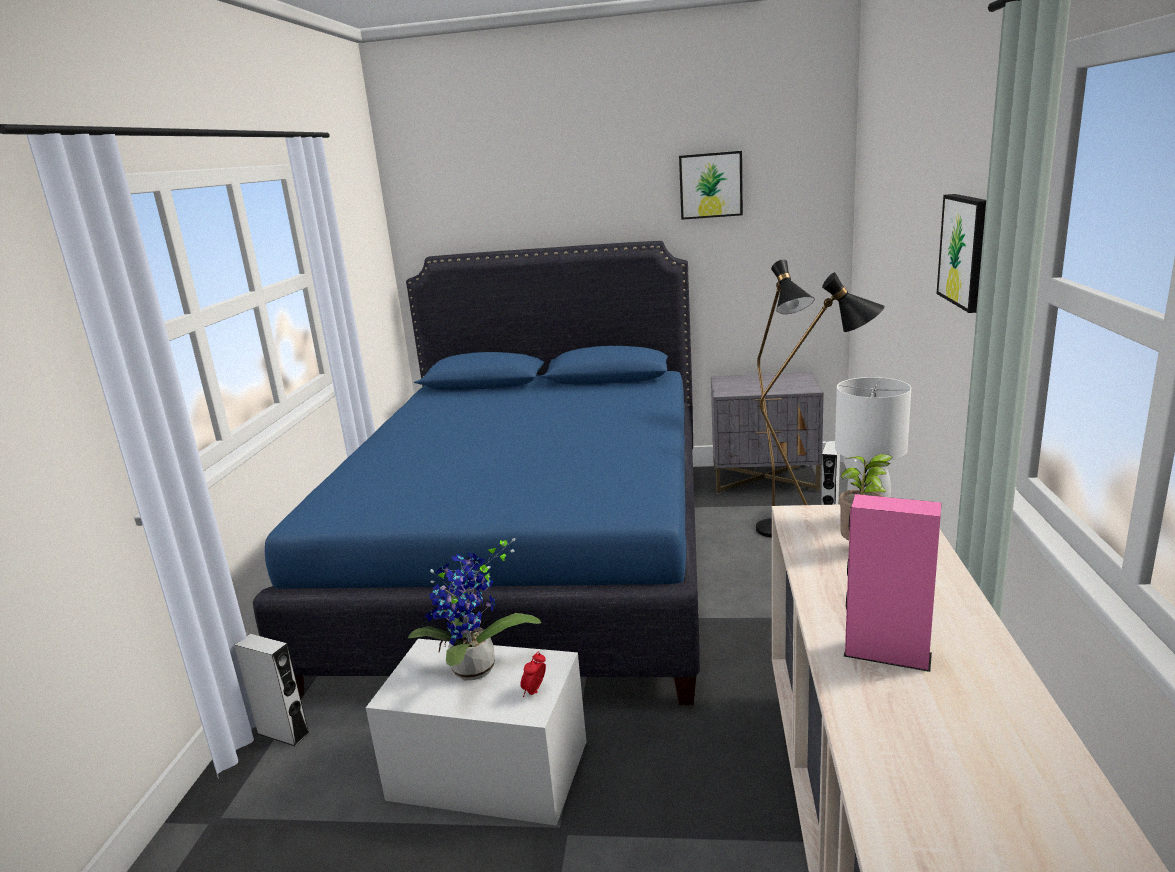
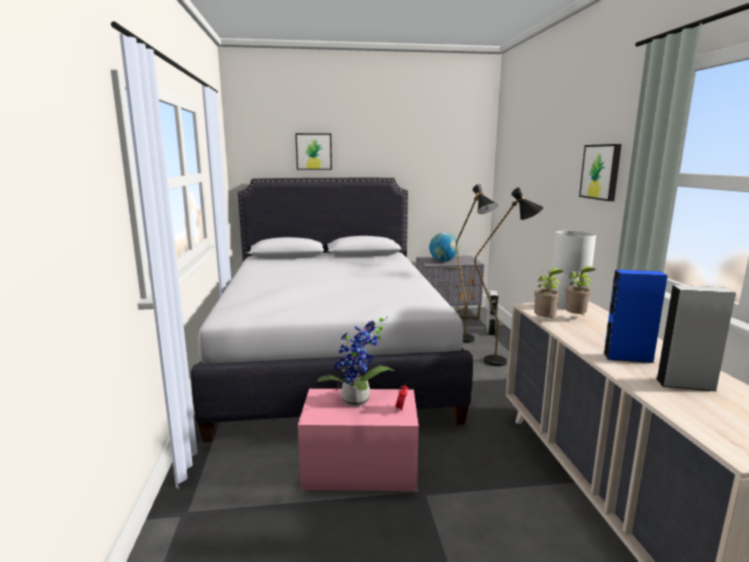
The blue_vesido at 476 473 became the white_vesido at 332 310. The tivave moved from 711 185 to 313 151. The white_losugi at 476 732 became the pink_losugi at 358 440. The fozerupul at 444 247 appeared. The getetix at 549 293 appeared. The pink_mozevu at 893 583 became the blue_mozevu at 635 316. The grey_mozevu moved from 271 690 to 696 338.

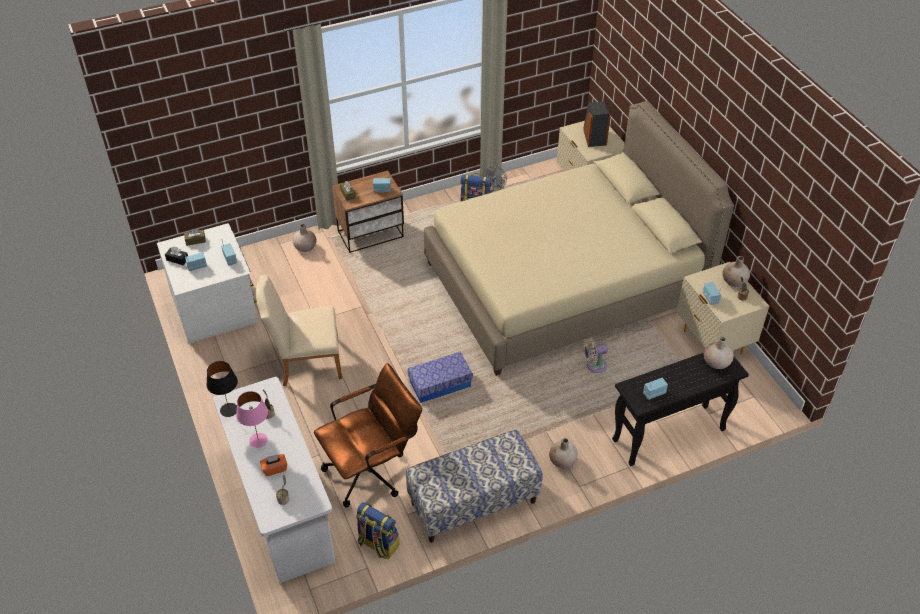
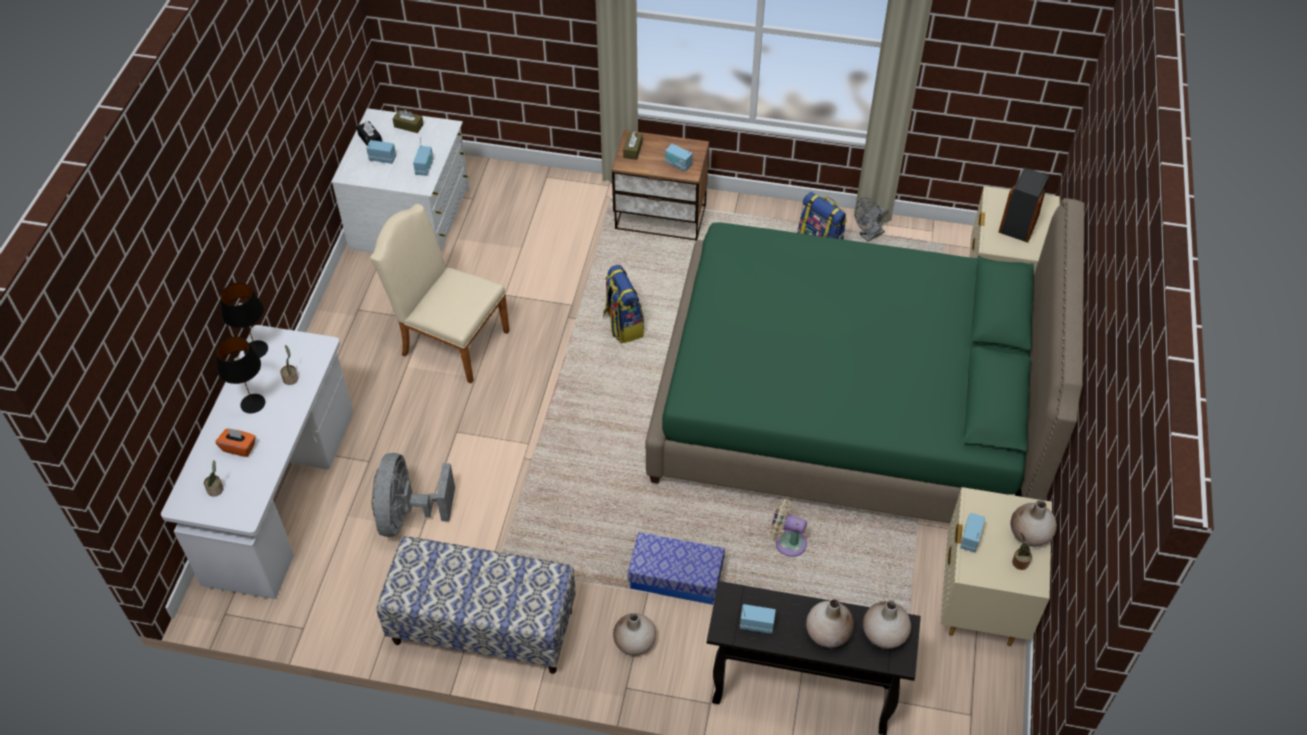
The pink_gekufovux at 252 419 became the black_gekufovux at 240 375. The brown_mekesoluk at 368 435 was replaced by the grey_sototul at 413 495. The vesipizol moved from 377 530 to 623 304. The losugi moved from 440 377 to 676 568. The beige_vesido at 579 238 became the green_vesido at 865 360. The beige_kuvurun moved from 305 238 to 830 623.

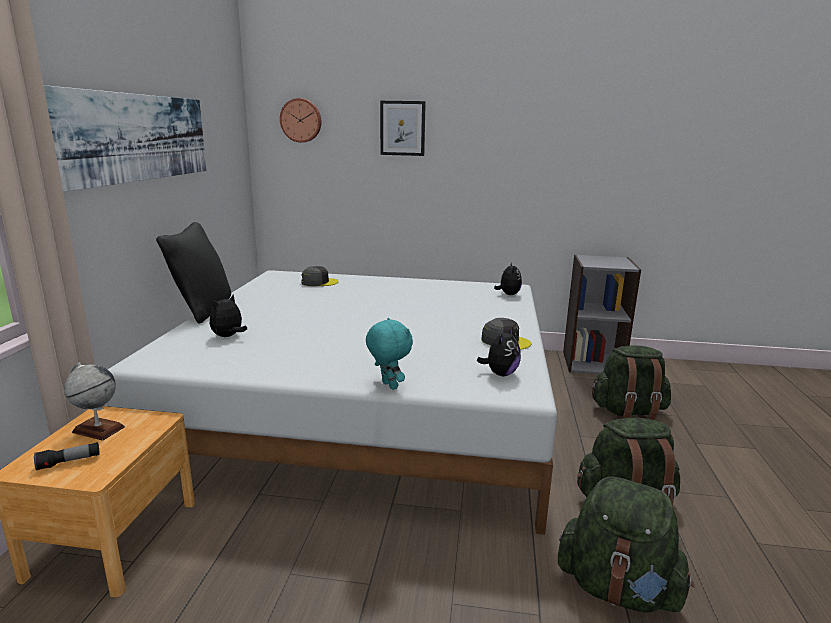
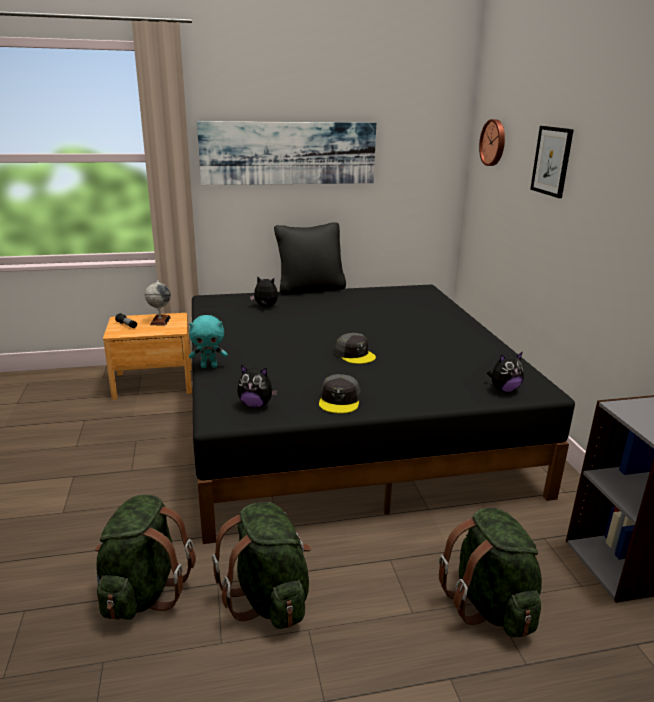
The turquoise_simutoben at 389 354 turned 45 degrees clockwise. The white_vesido at 332 402 became the black_vesido at 383 414. The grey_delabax moved from 320 276 to 355 348.

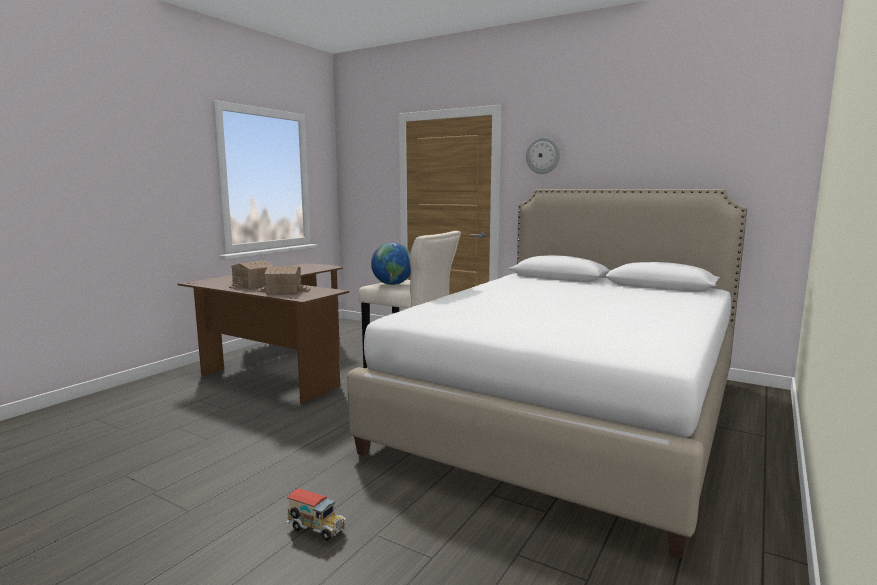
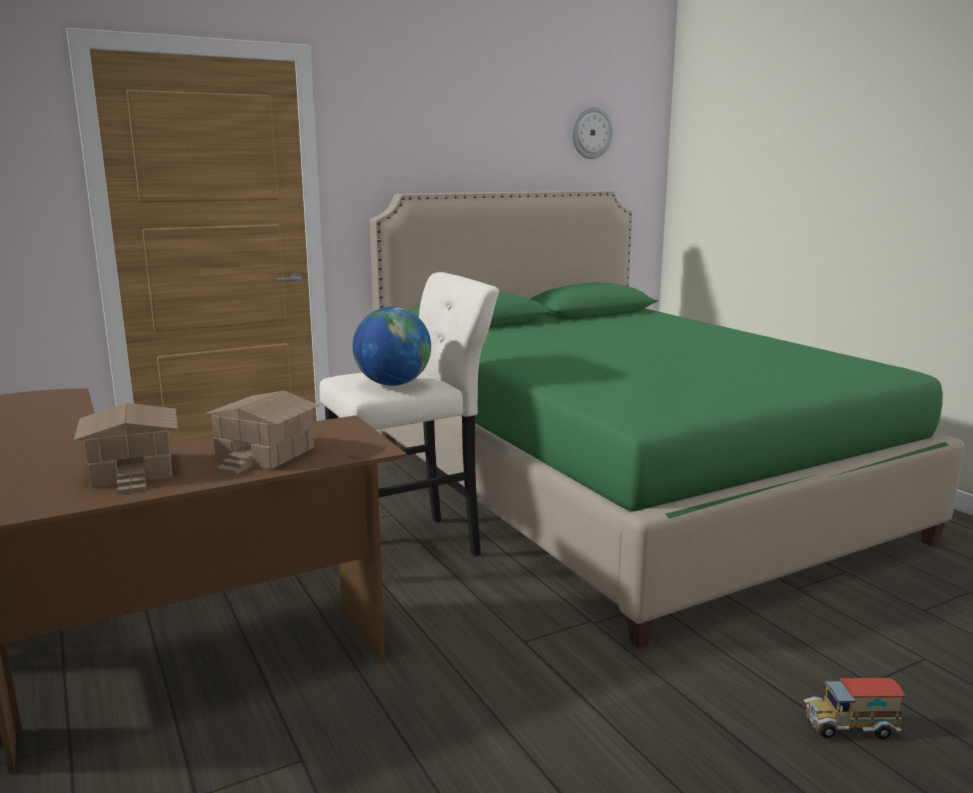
The white_vesido at 547 374 became the green_vesido at 666 419. The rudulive moved from 543 155 to 592 133. The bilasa at 316 514 turned 150 degrees counterclockwise.

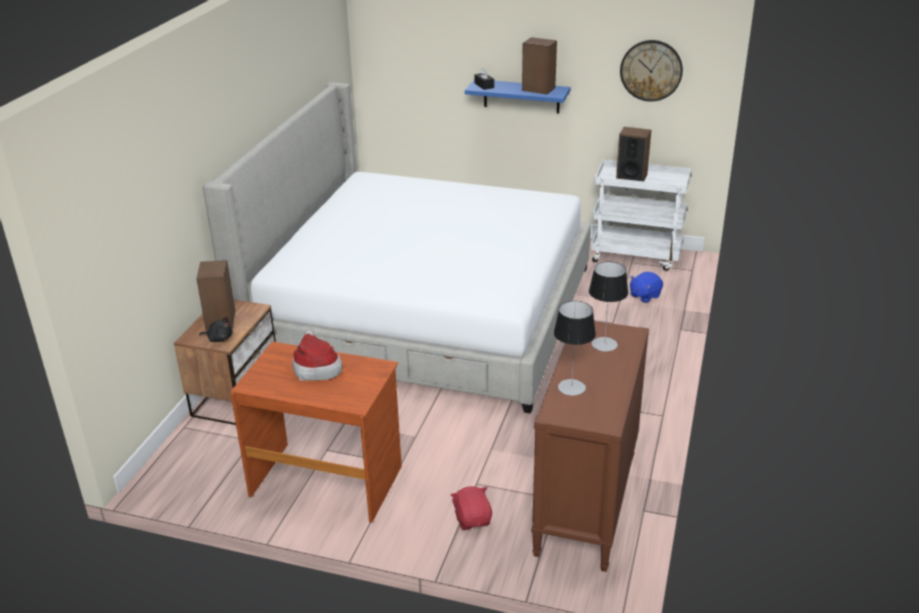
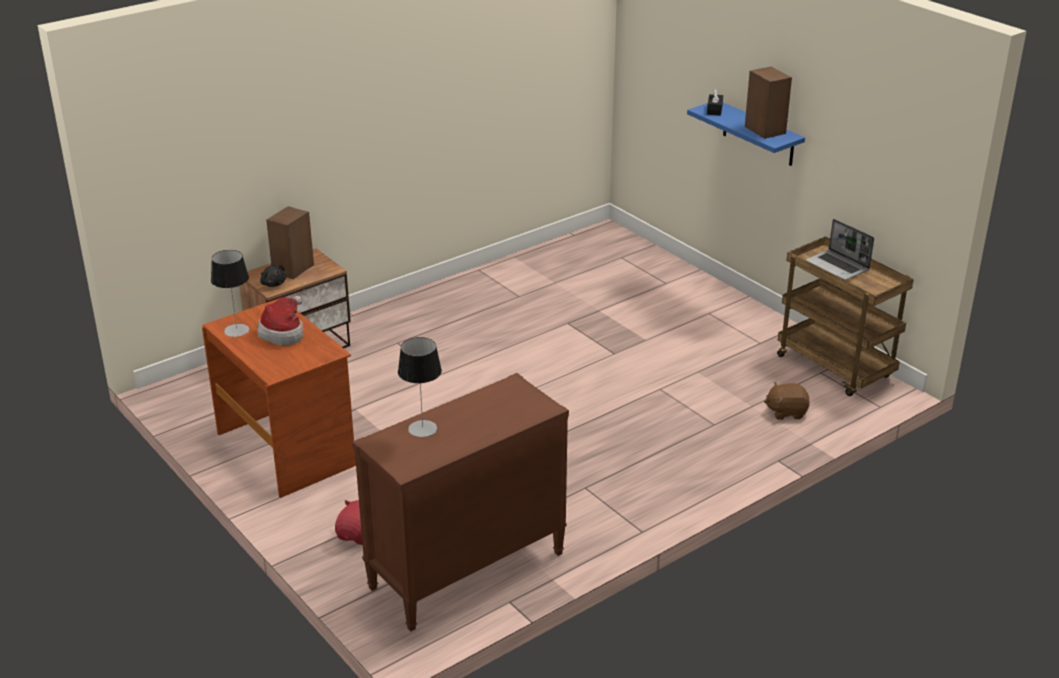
The gekufovux moved from 608 307 to 230 293. The blue_simutoben at 646 287 became the brown_simutoben at 787 401. The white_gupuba at 641 215 became the brown_gupuba at 845 316. The mozevu at 633 154 was replaced by the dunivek at 840 249. The vesido at 397 248 disappeared. The rudulive at 651 71 disappeared.

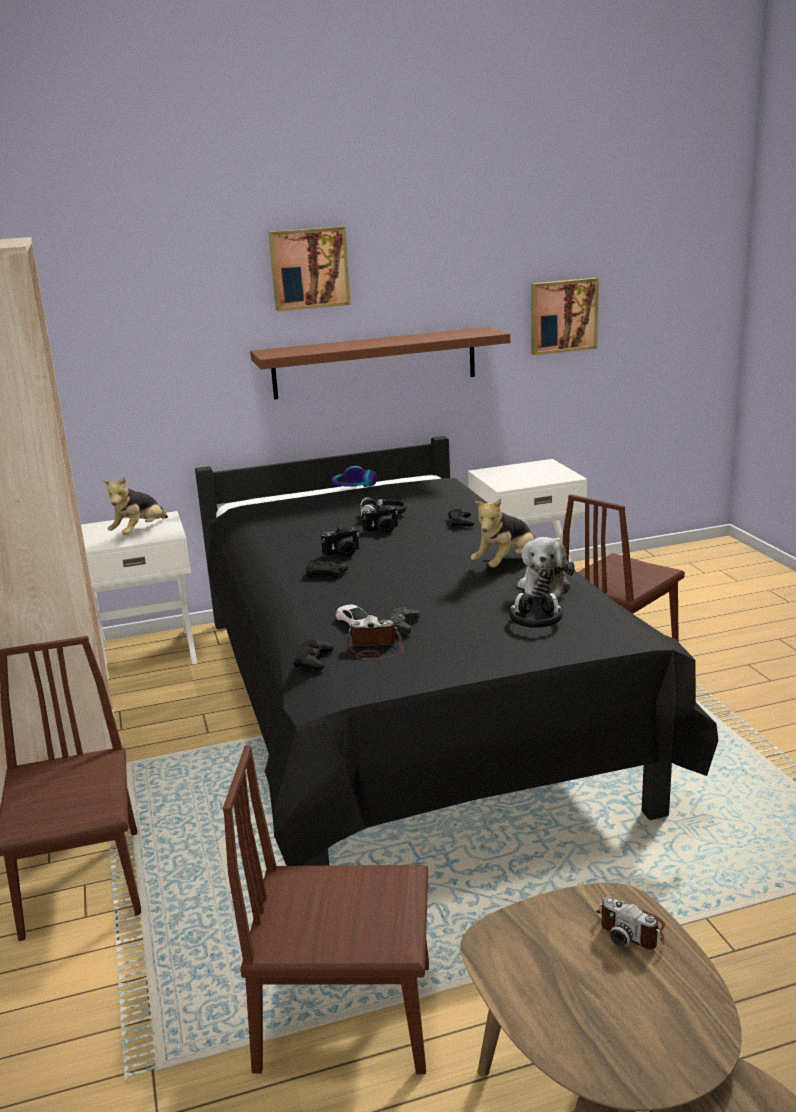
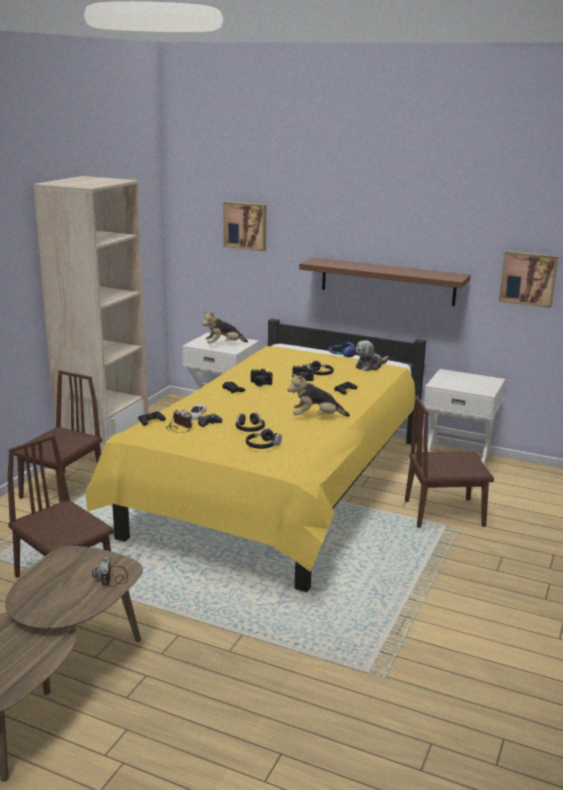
The black_vesido at 456 651 became the yellow_vesido at 255 455. The tivave moved from 309 269 to 244 226. The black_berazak at 250 422 appeared. The simutoben moved from 546 567 to 372 355.

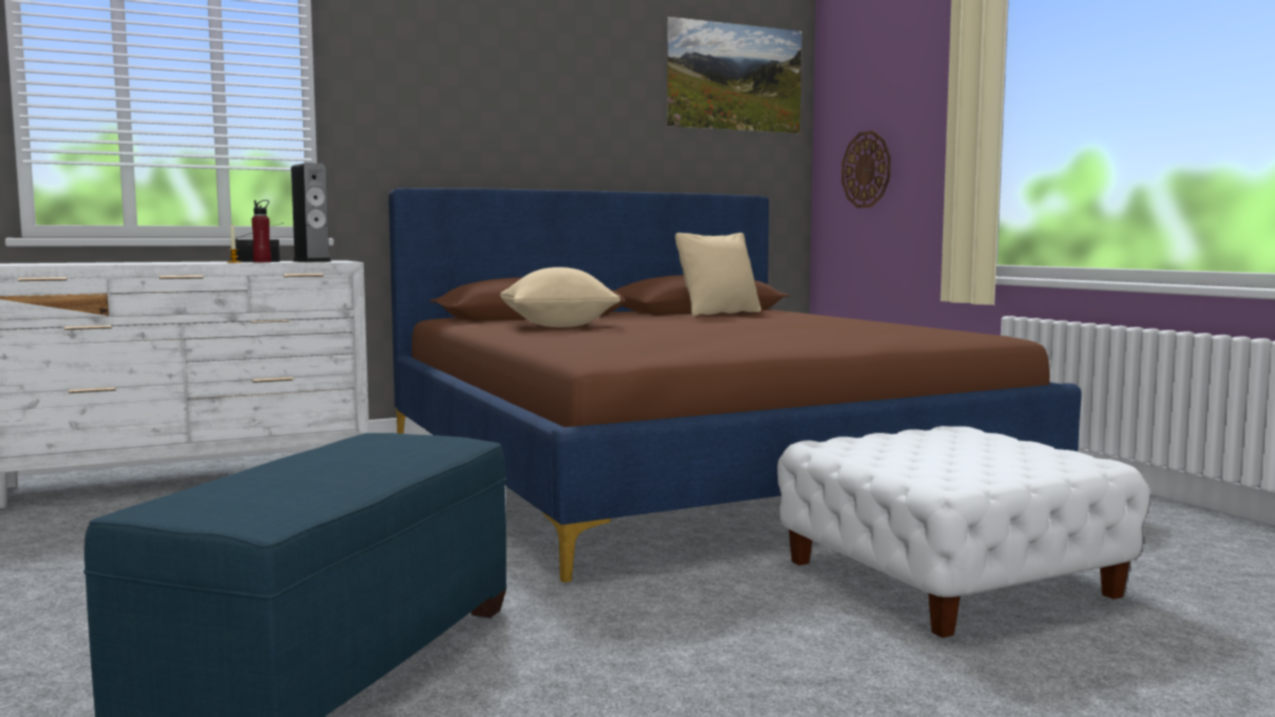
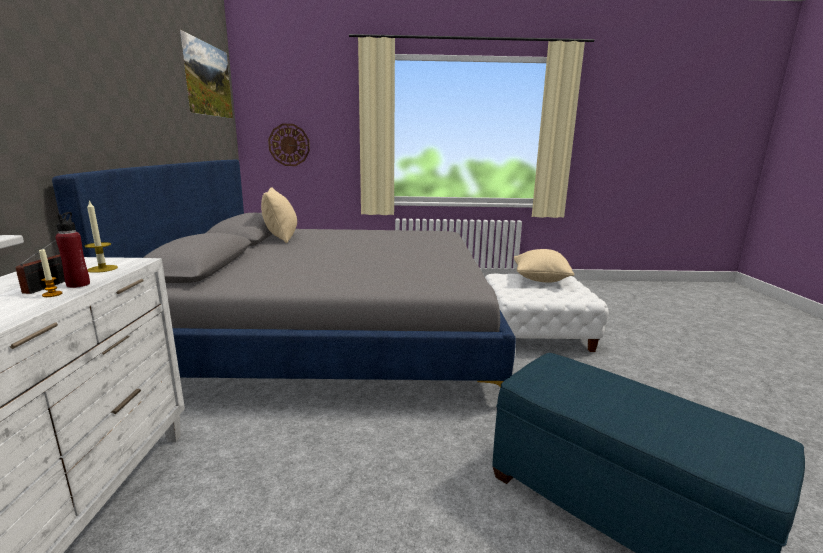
The brown_vesido at 735 385 became the grey_vesido at 284 274. The mozevu at 311 212 was replaced by the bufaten at 101 236. The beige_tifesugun moved from 560 297 to 544 266.

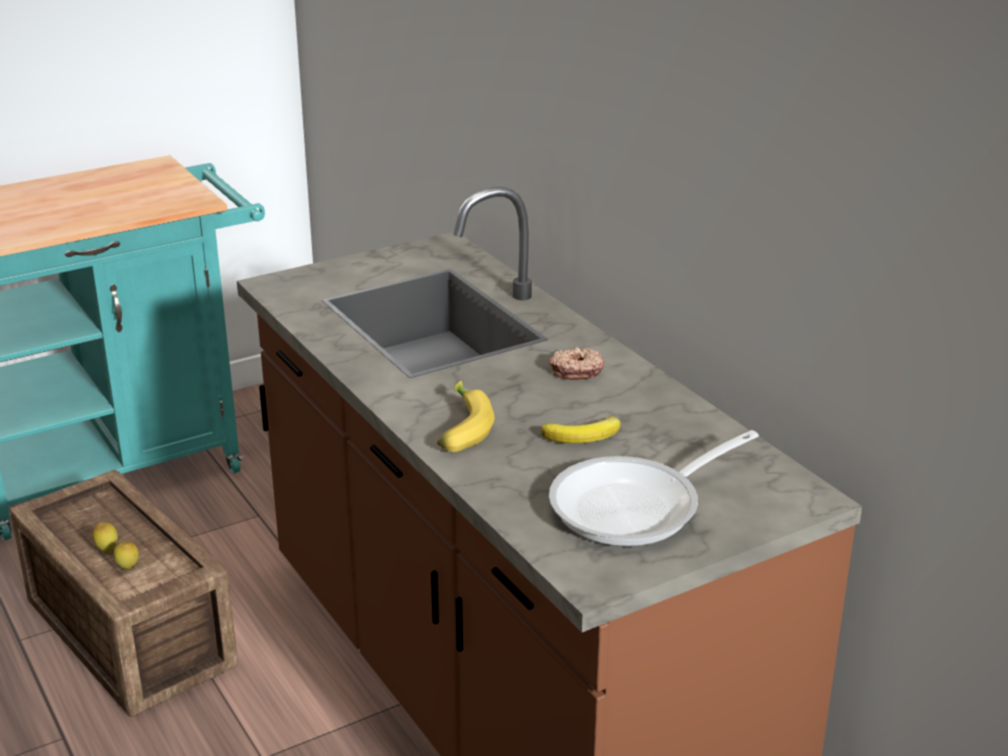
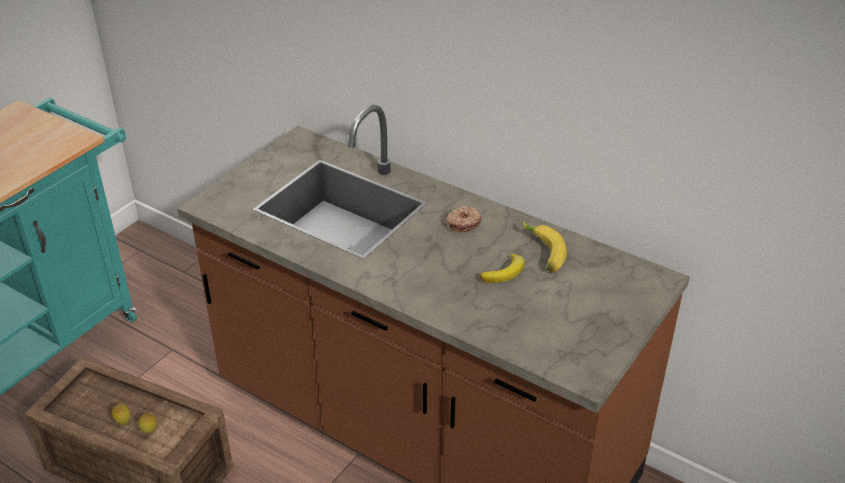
The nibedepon moved from 466 416 to 545 246. The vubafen at 654 488 disappeared.

